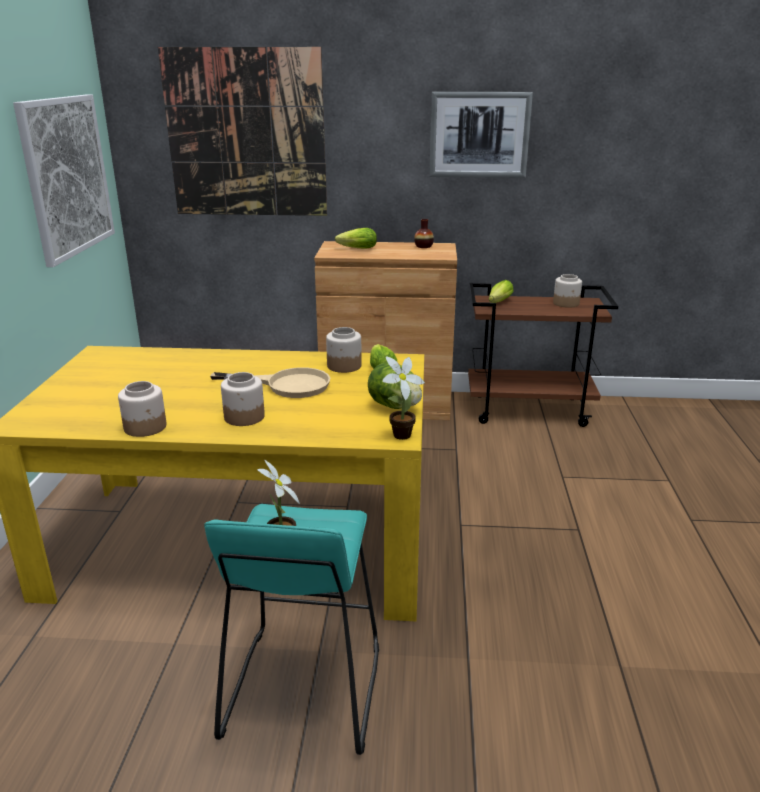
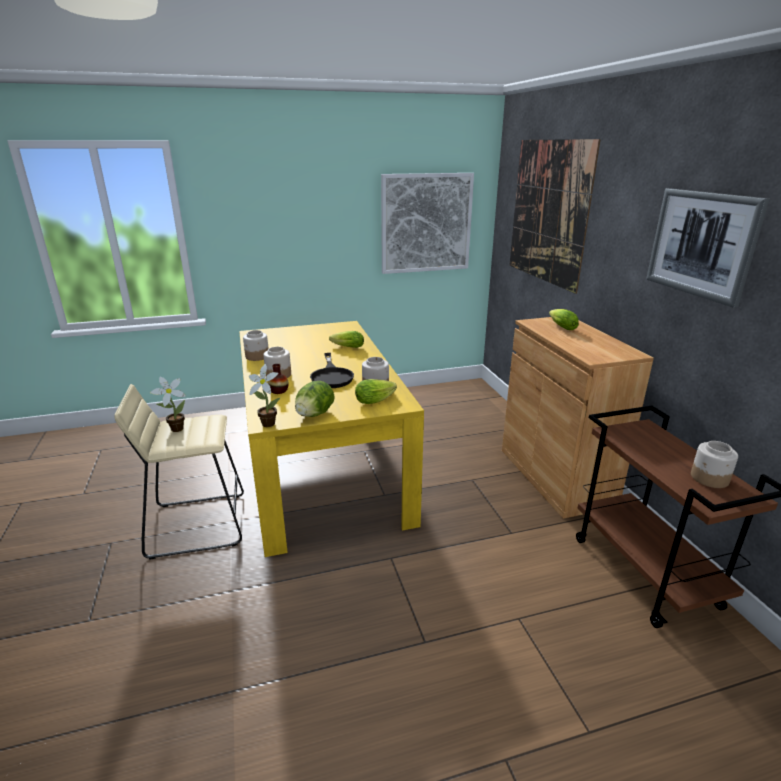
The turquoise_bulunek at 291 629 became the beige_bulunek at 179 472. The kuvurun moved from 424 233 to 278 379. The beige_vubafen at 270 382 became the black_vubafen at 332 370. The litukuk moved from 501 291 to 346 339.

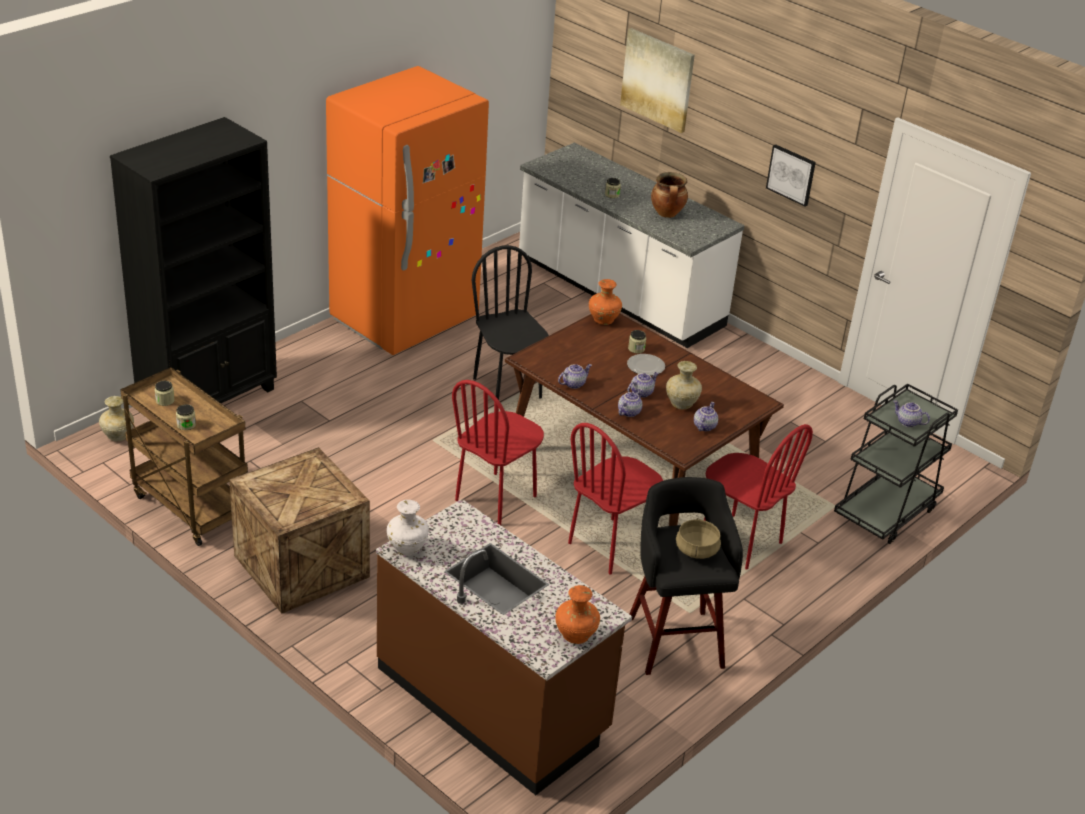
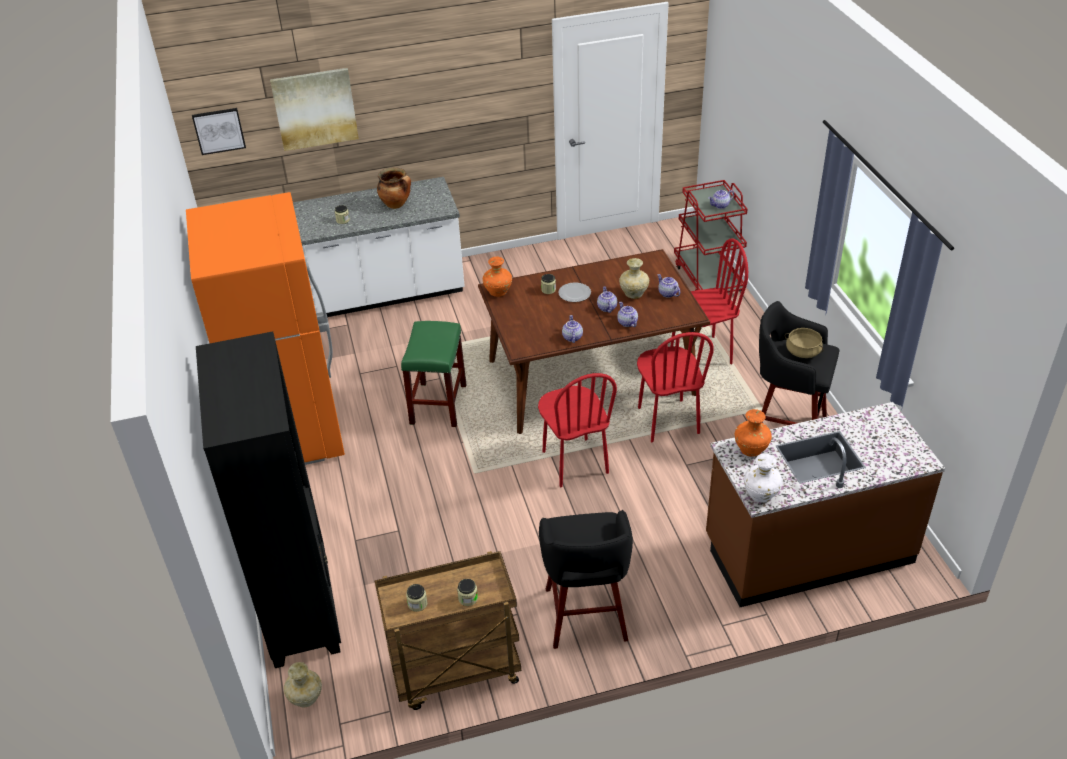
The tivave moved from 791 175 to 219 131. The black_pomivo at 510 322 was replaced by the green_bulunek at 433 374. The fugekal at 299 530 was replaced by the black_bulunek at 586 579. The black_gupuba at 896 464 became the red_gupuba at 711 236. The orange_kuvurun moved from 577 614 to 753 433.

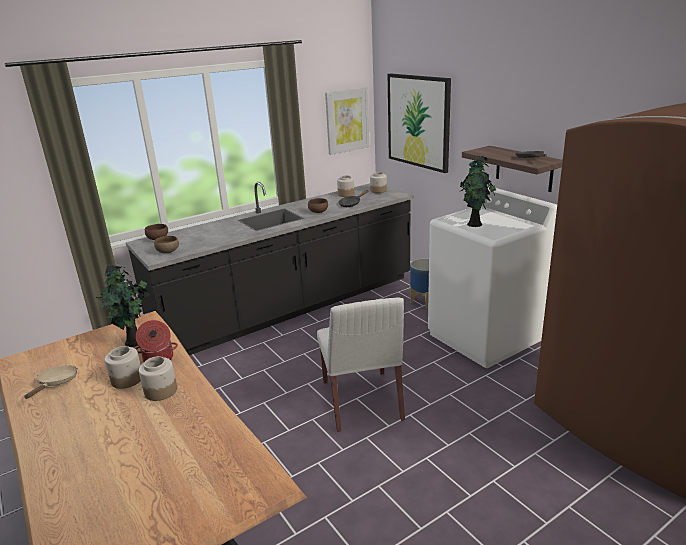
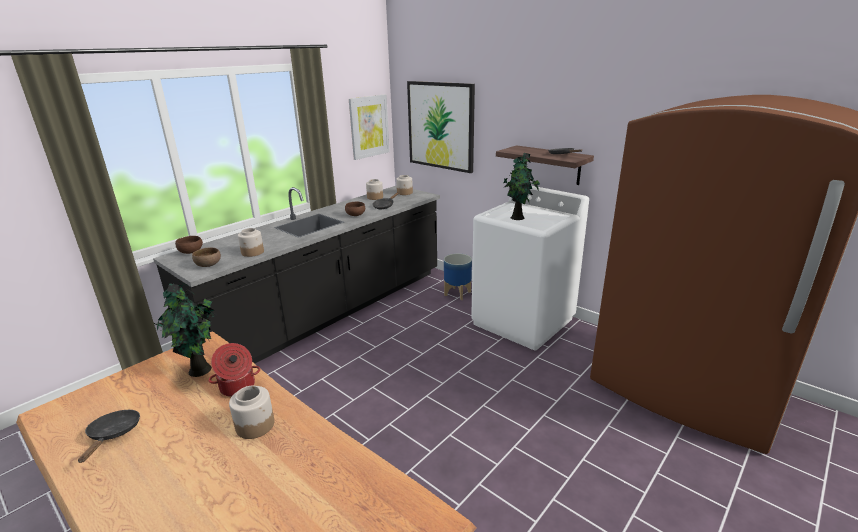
The beige_vubafen at 51 382 became the black_vubafen at 109 436. The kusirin moved from 123 367 to 251 242. The white_pomivo at 361 364 disappeared.

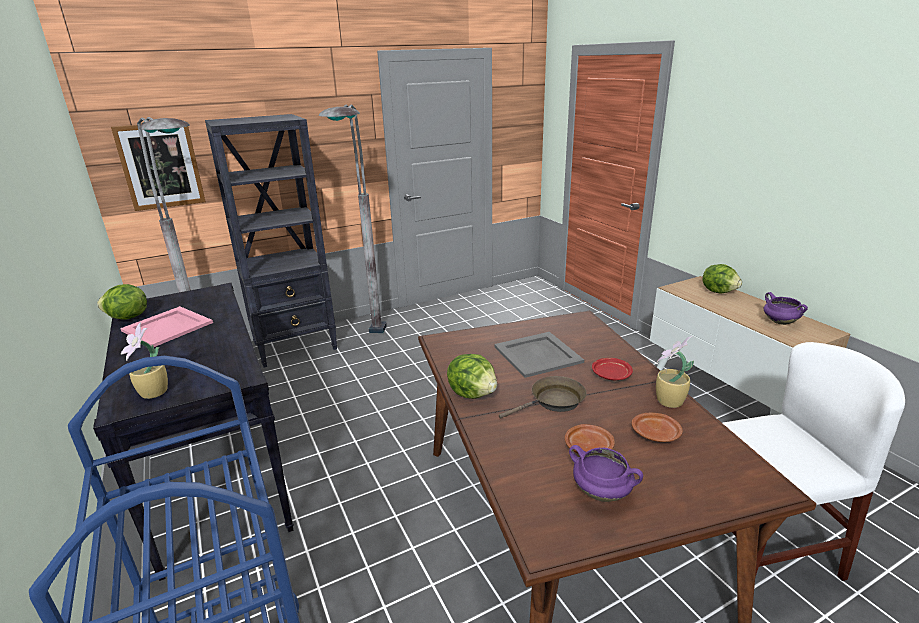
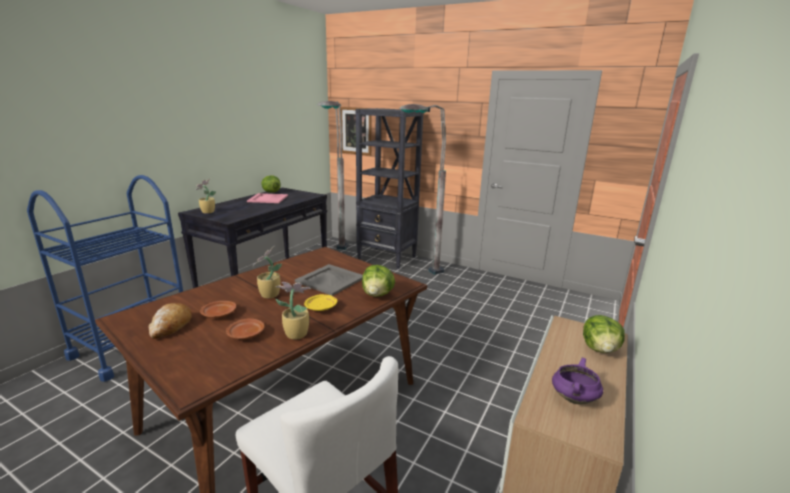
The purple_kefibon at 606 473 was replaced by the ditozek at 170 321. The brown_vubafen at 543 397 was replaced by the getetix at 267 272. The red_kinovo at 612 369 became the yellow_kinovo at 320 302. The litukuk moved from 472 376 to 378 281.

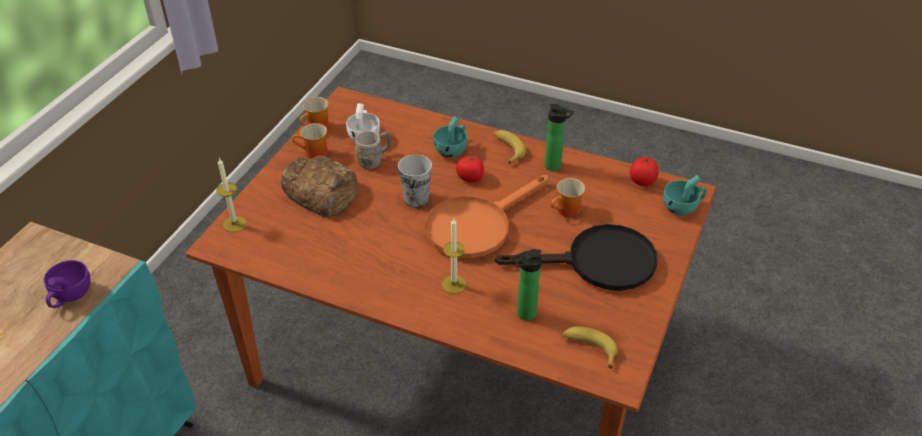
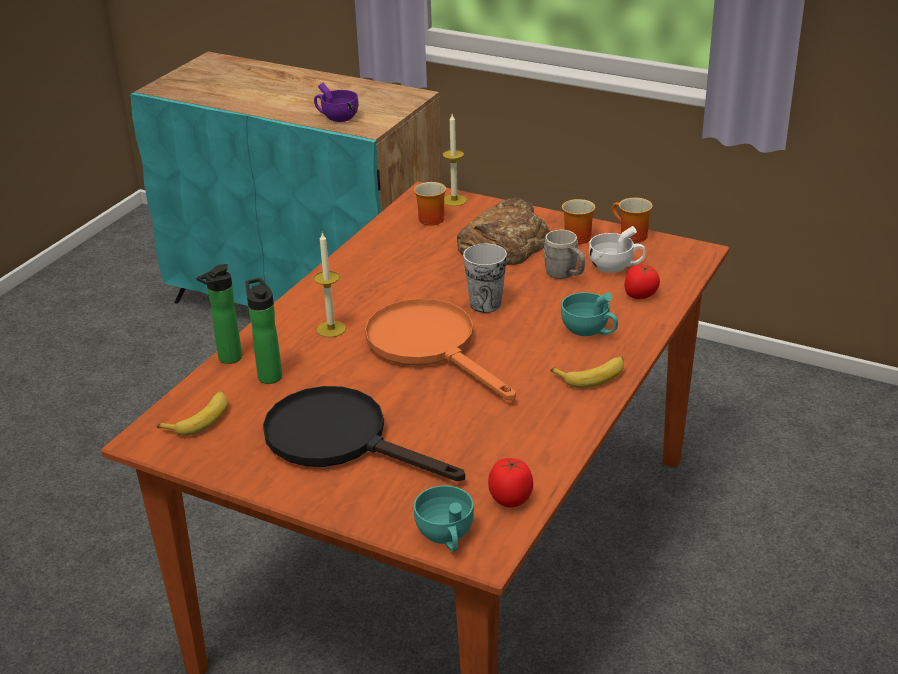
The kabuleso moved from 559 137 to 219 314. The black_vubafen at 576 257 turned 120 degrees clockwise. The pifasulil moved from 568 197 to 430 204. The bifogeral moved from 470 169 to 642 282.

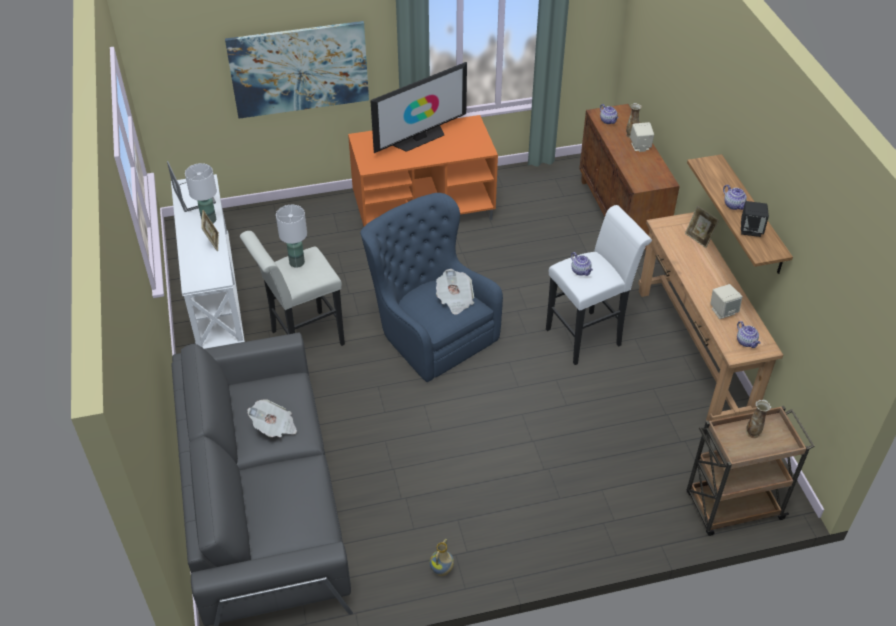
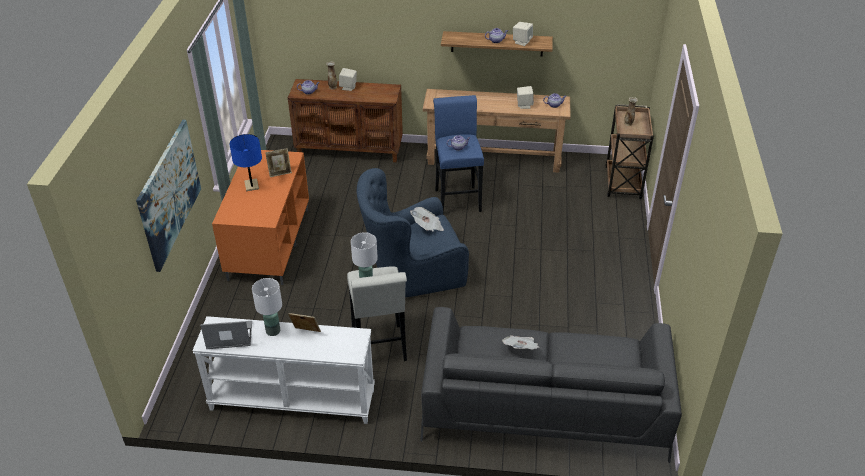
The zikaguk at 418 107 was replaced by the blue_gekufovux at 245 162. The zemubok moved from 702 227 to 278 162. The white_bulunek at 599 285 became the blue_bulunek at 458 153. The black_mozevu at 755 219 became the beige_mozevu at 523 34. The kuvurun at 442 557 disappeared.

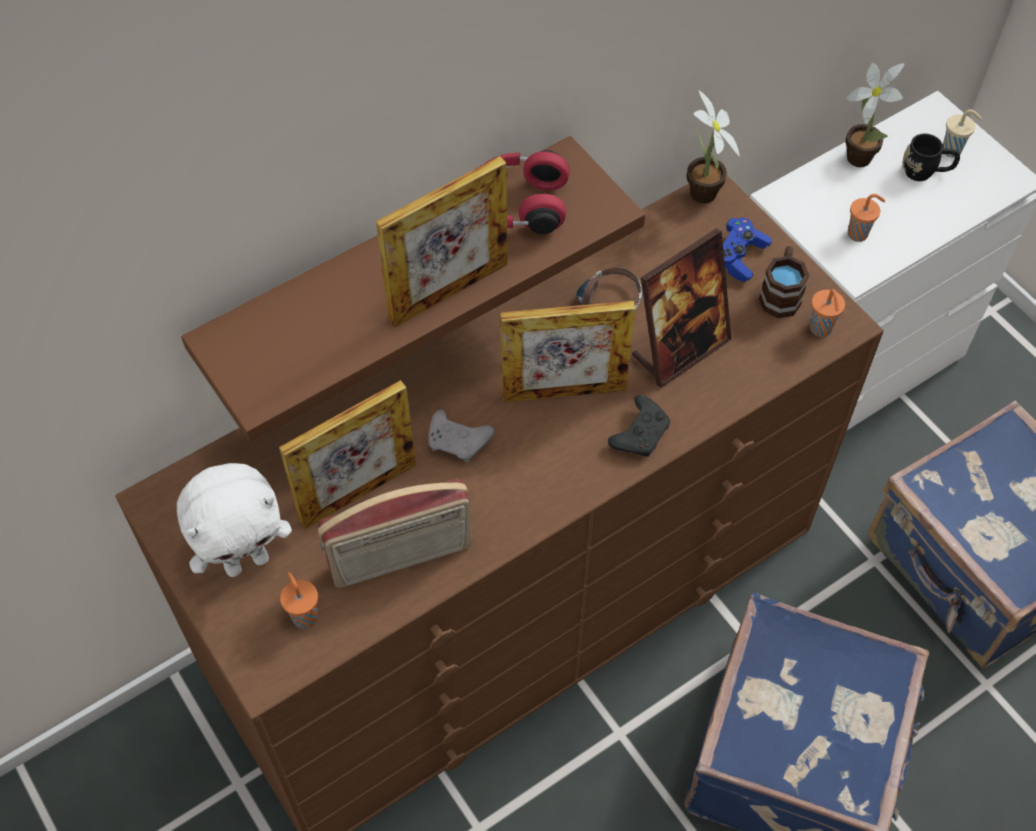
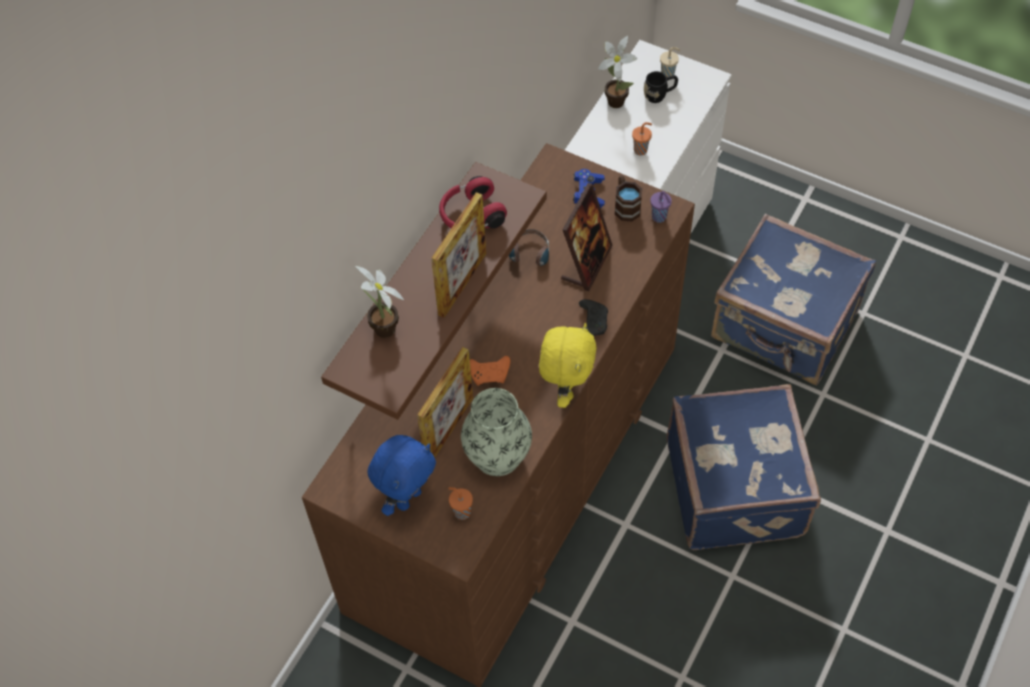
The getetix moved from 713 146 to 379 302. The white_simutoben at 234 520 became the blue_simutoben at 402 475. The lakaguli at 395 533 was replaced by the kuvurun at 496 432. The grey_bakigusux at 461 436 became the orange_bakigusux at 490 371. The yellow_simutoben at 568 365 appeared. The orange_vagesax at 827 313 became the purple_vagesax at 661 207. The zemubok at 568 351 disappeared.

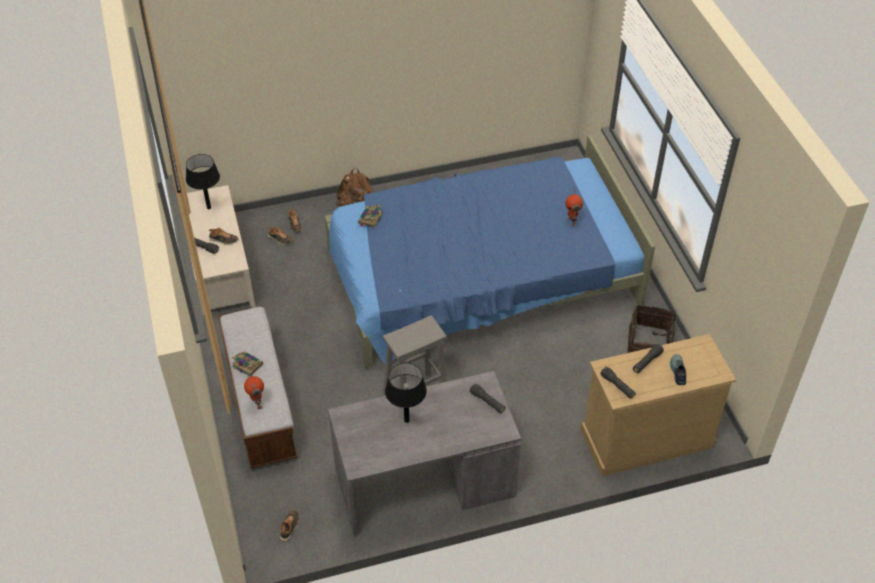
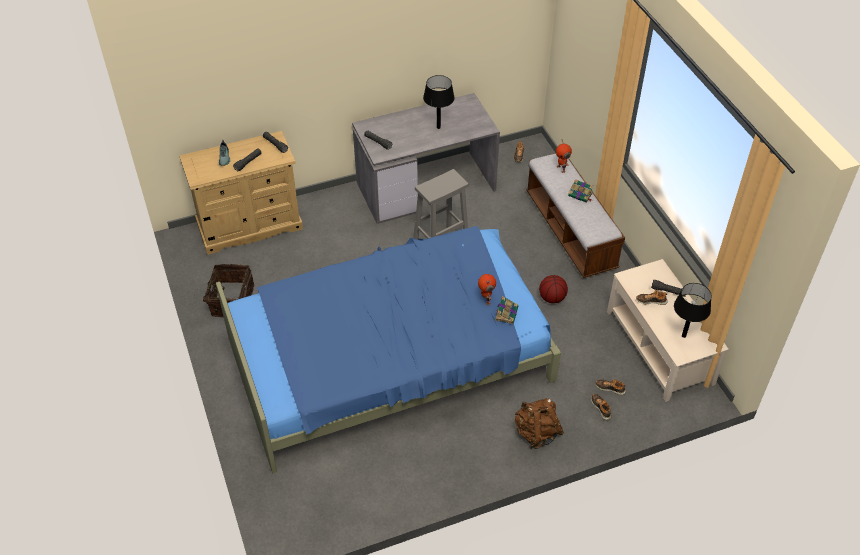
The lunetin moved from 574 208 to 487 289. The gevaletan at 553 289 appeared.

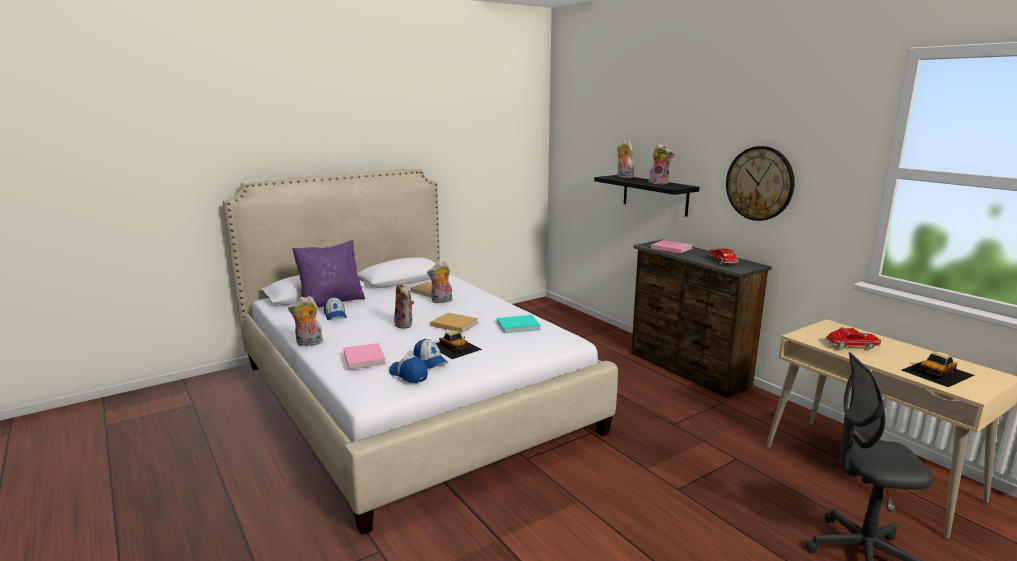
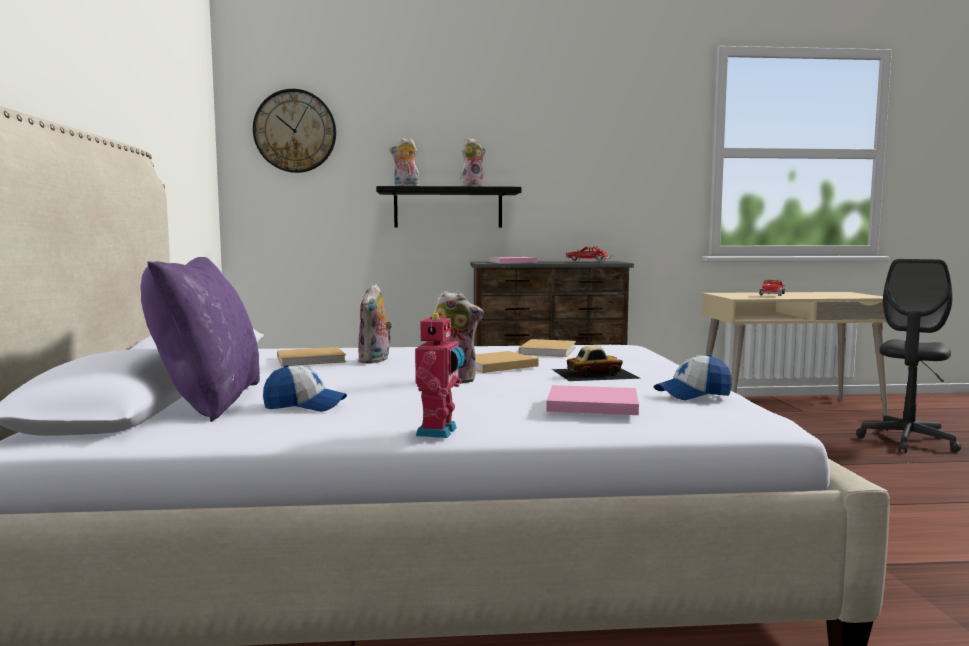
The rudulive moved from 760 183 to 294 131. The simutoben at 305 321 was replaced by the lunetin at 440 375. The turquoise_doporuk at 519 324 became the beige_doporuk at 547 348. The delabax at 430 354 disappeared. The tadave at 937 369 disappeared.

